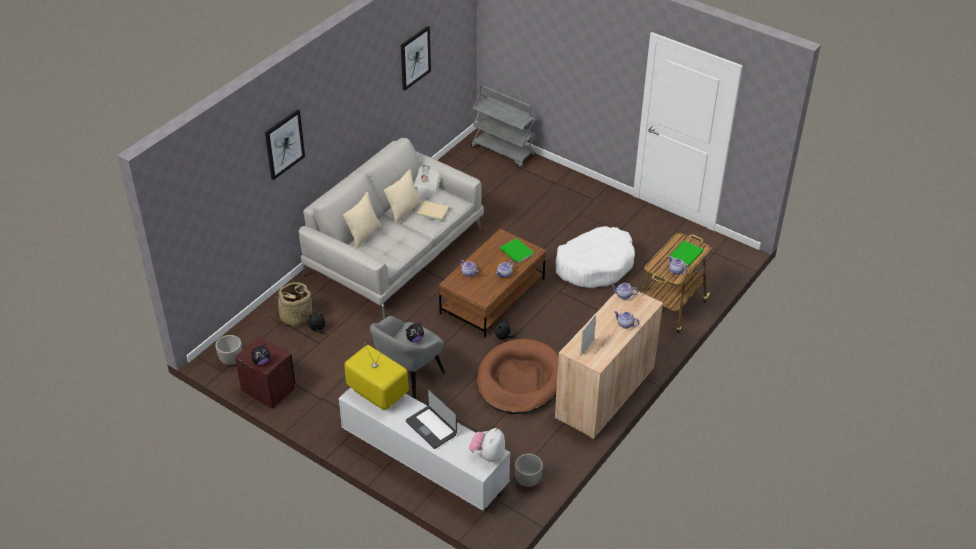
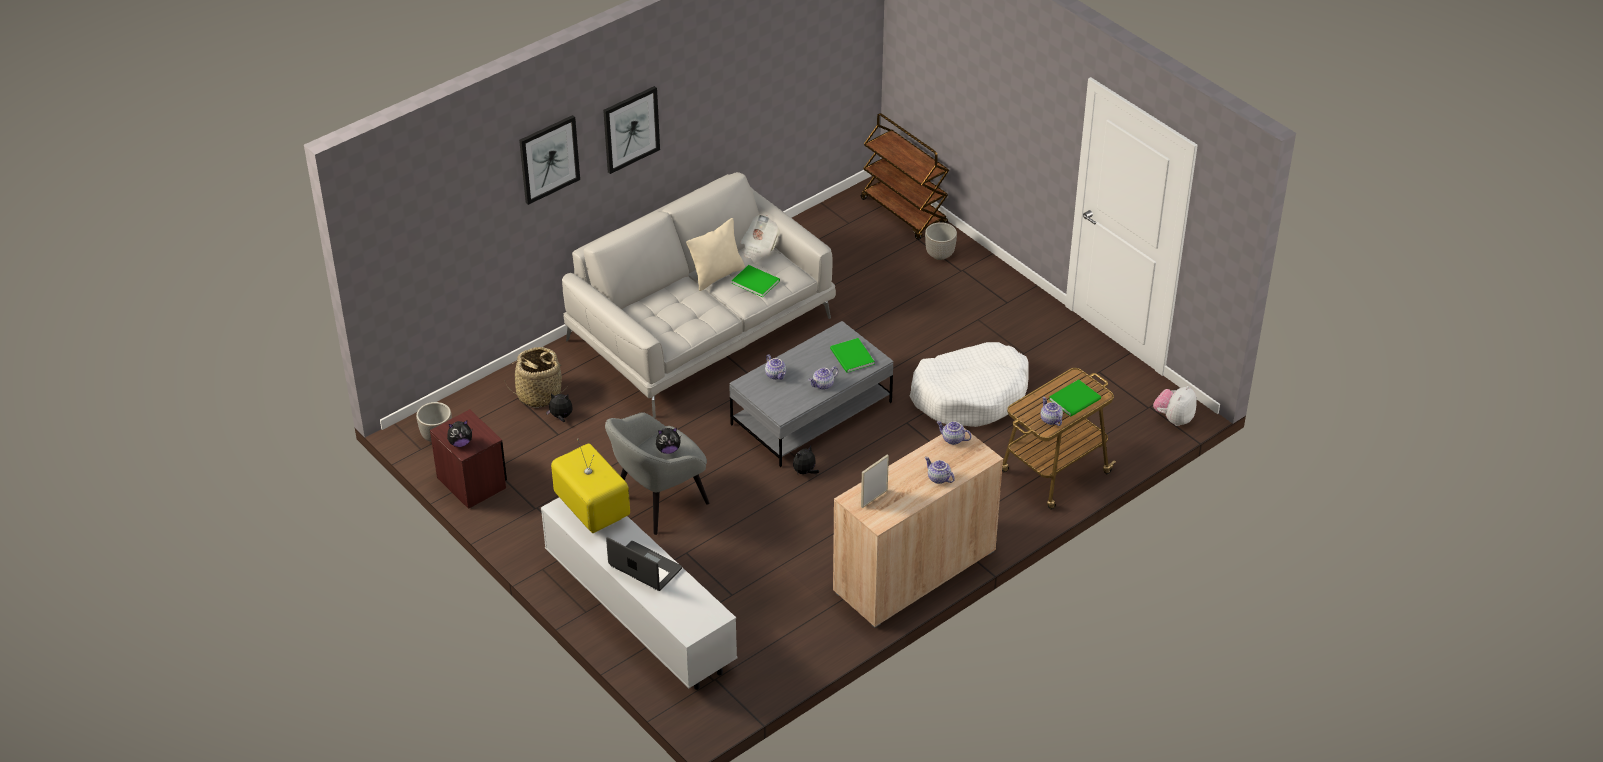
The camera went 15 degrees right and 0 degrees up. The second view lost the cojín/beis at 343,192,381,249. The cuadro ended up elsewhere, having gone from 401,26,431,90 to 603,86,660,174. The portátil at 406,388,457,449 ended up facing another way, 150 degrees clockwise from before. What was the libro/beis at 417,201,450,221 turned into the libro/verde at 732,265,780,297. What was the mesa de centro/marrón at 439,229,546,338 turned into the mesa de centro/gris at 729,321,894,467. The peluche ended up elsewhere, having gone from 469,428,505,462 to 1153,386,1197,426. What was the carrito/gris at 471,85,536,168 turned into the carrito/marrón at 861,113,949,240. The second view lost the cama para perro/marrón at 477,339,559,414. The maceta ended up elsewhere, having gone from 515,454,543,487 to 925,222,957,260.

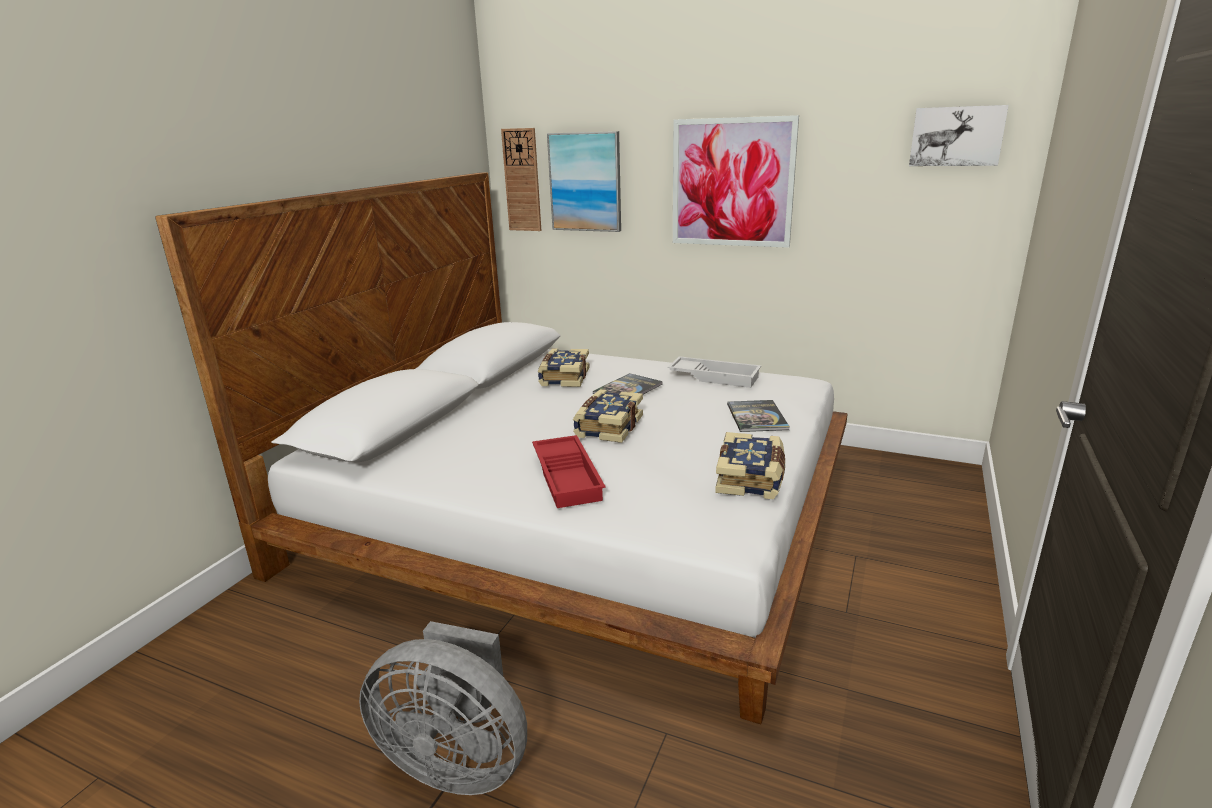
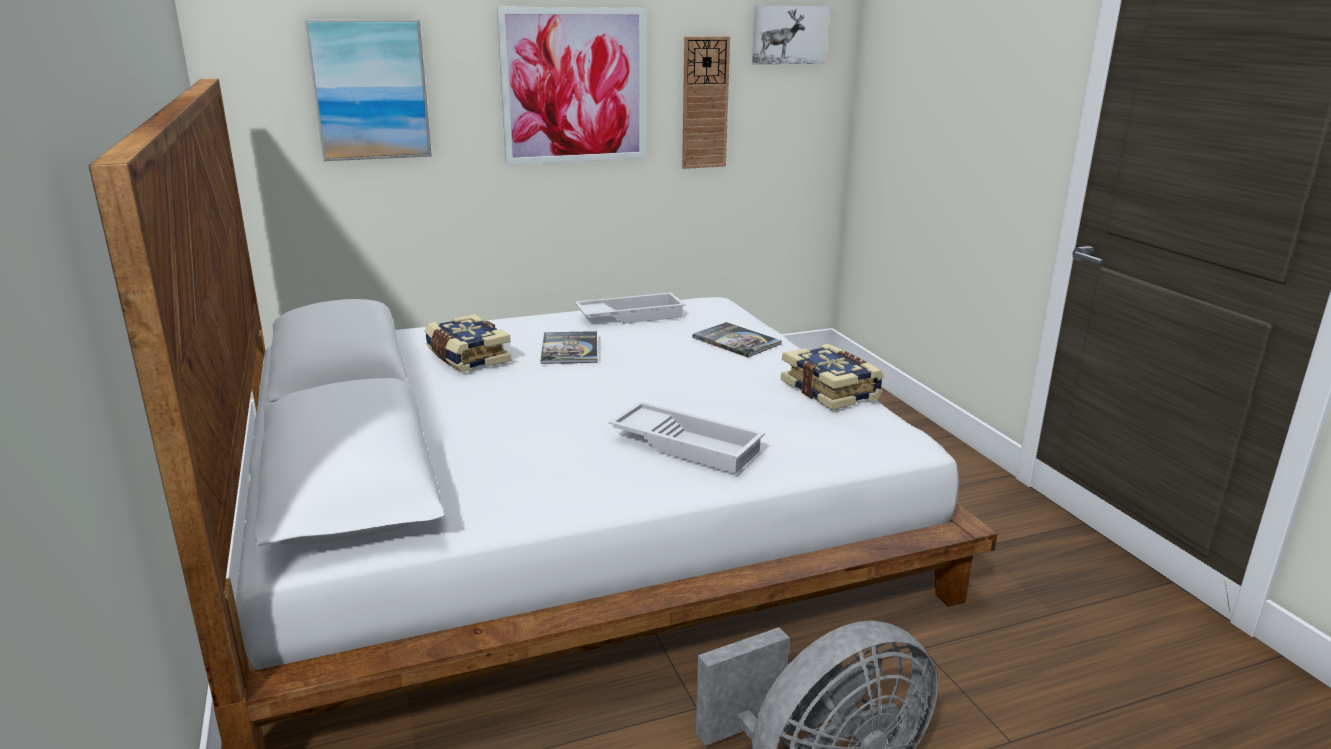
The camera went 45 degrees left and 0 degrees up. The reloj de pared ended up elsewhere, having gone from 501,128,541,231 to 682,36,730,169. What was the bandeja/rojo at 532,435,606,508 turned into the bandeja/blanco at 609,401,765,474. The second view lost the libro at 573,389,643,443.

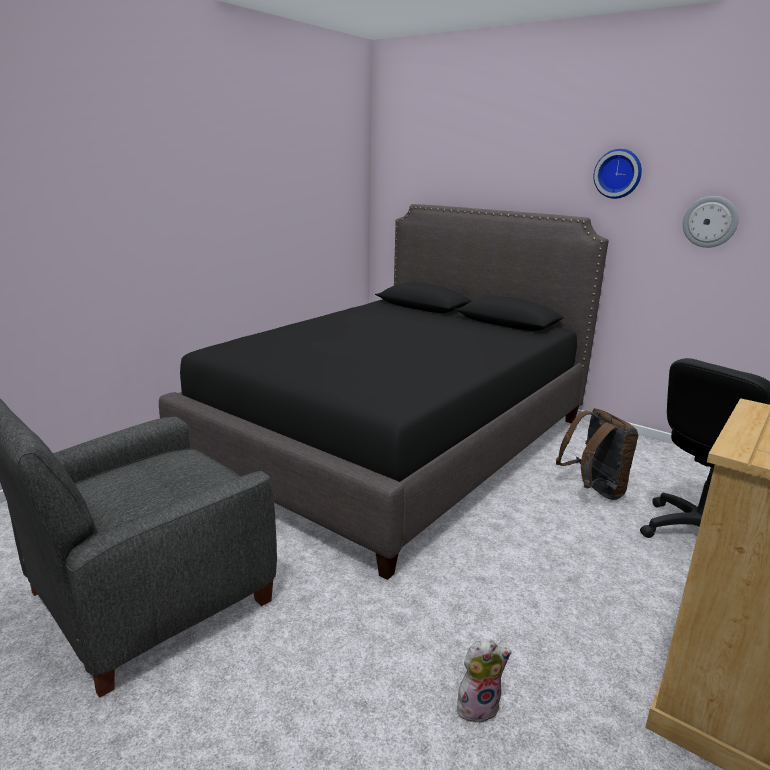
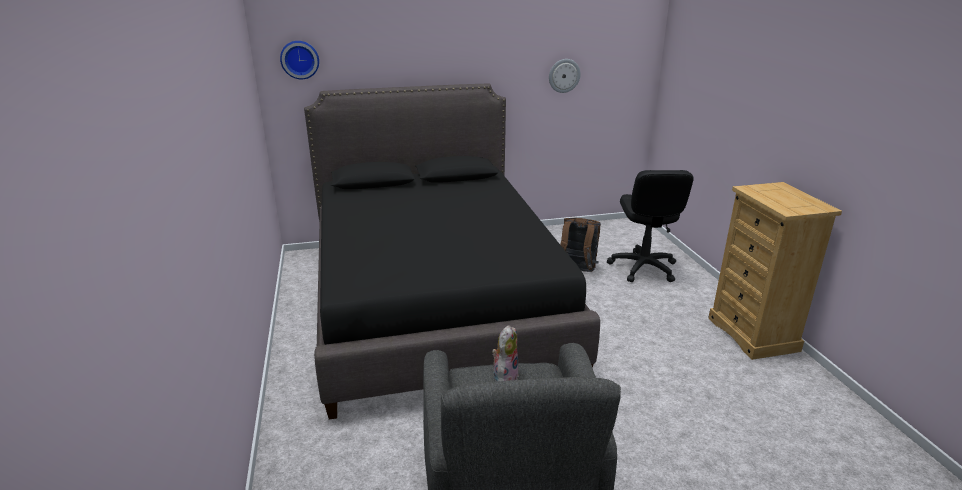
The camera went 50 degrees left and 5 degrees up. The peluche ended up elsewhere, having gone from 457,639,512,725 to 492,325,519,382. The reloj de pared ended up elsewhere, having gone from 594,149,642,199 to 280,41,319,79.

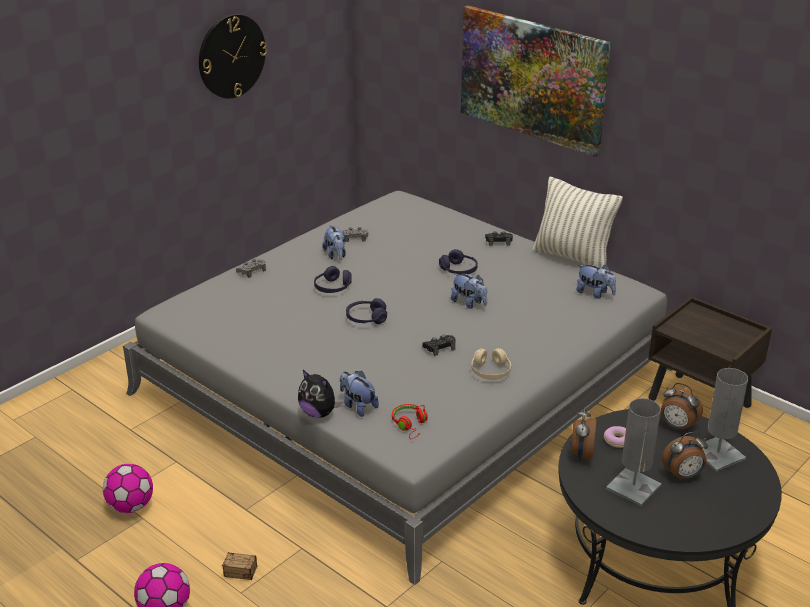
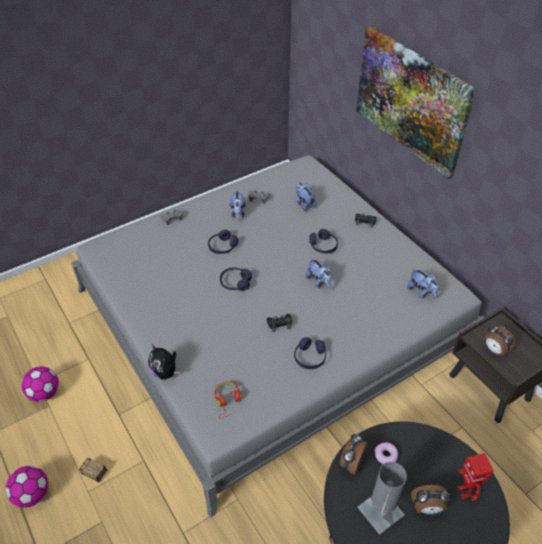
The camera went 15 degrees right and 15 degrees up. The second view lost the reloj de pared at 199,14,267,99. The peluche ended up elsewhere, having gone from 340,371,379,417 to 296,183,317,212. What was the auriculares/beis at 471,348,512,380 turned into the auriculares/morado at 294,337,326,369. The second view lost the cojín at 532,176,623,268. The despertador ended up elsewhere, having gone from 661,383,703,431 to 484,325,516,356. Where the lámpara de mesa/gris stood at 703,368,748,472, the robot de juguete came to stand at 457,453,494,501.

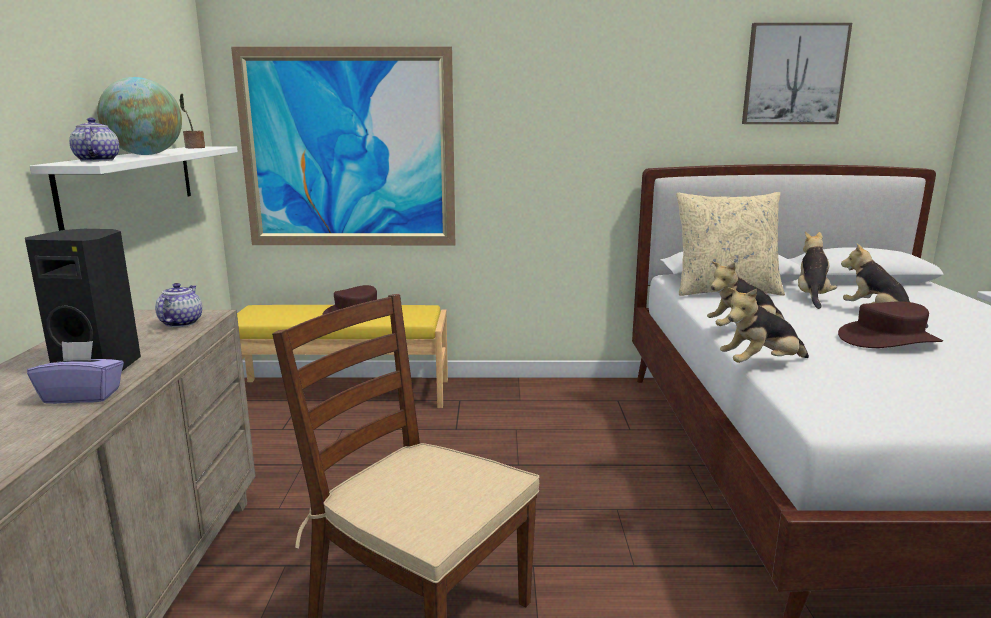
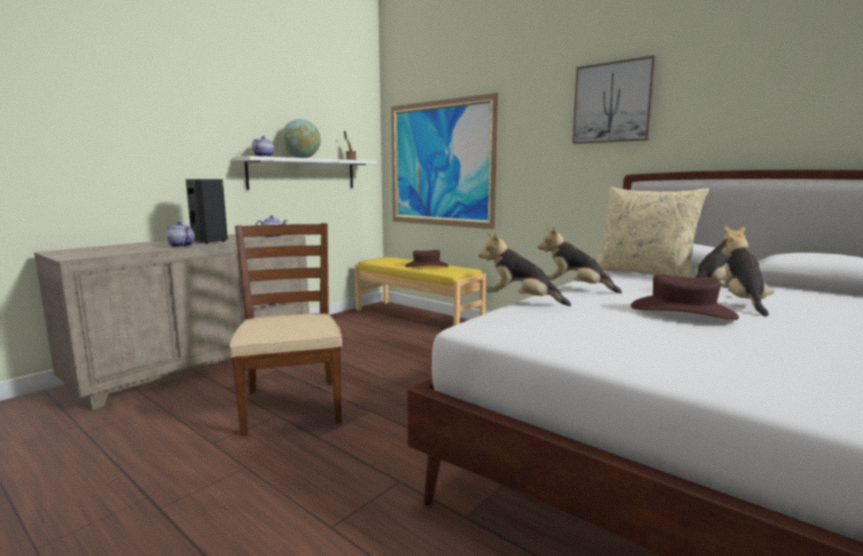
The camera went 40 degrees right and 5 degrees down. Where the caja de pañuelos/morado stood at 27,341,124,404, the tetera came to stand at 167,222,195,247. The cuadro ended up elsewhere, having gone from 742,23,852,124 to 572,55,656,144.

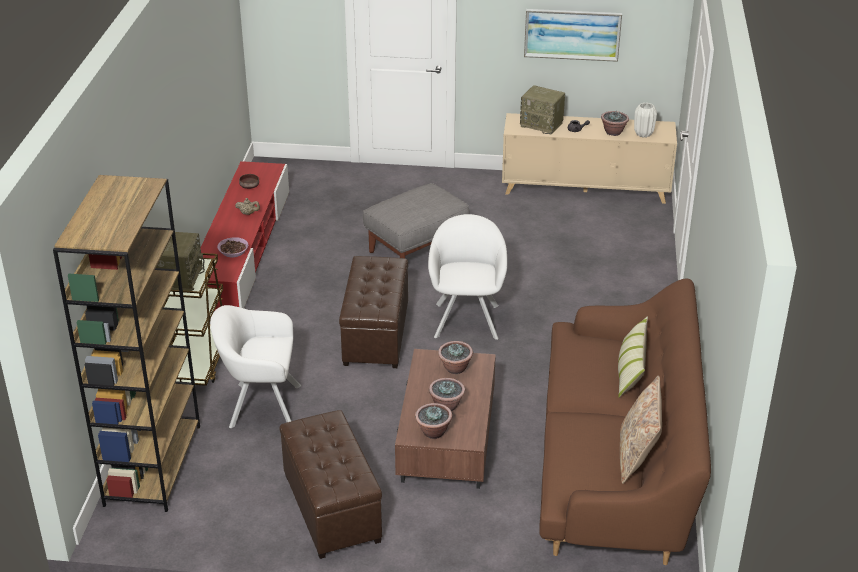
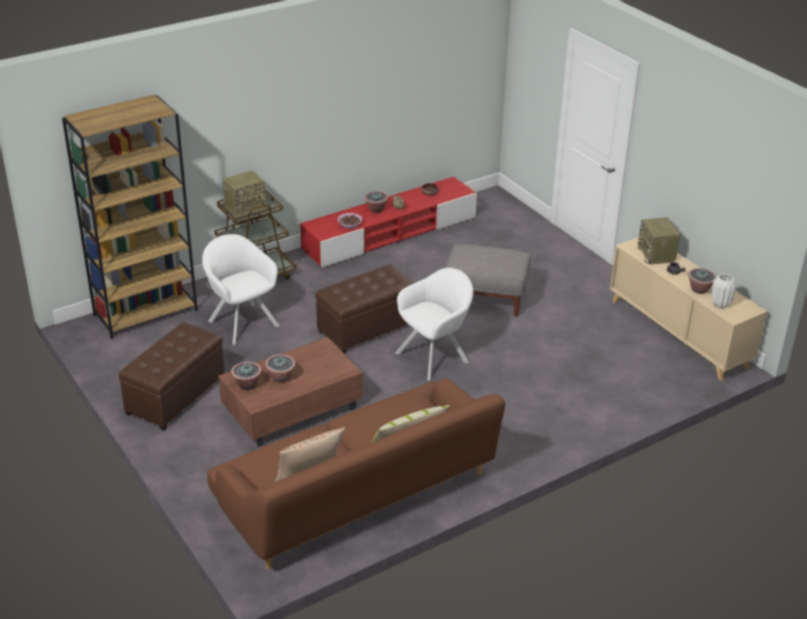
The camera went 50 degrees right and 0 degrees up. The planta en maceta ended up elsewhere, having gone from 438,341,473,374 to 364,191,388,213. The second view lost the cuadro at 524,9,622,62.

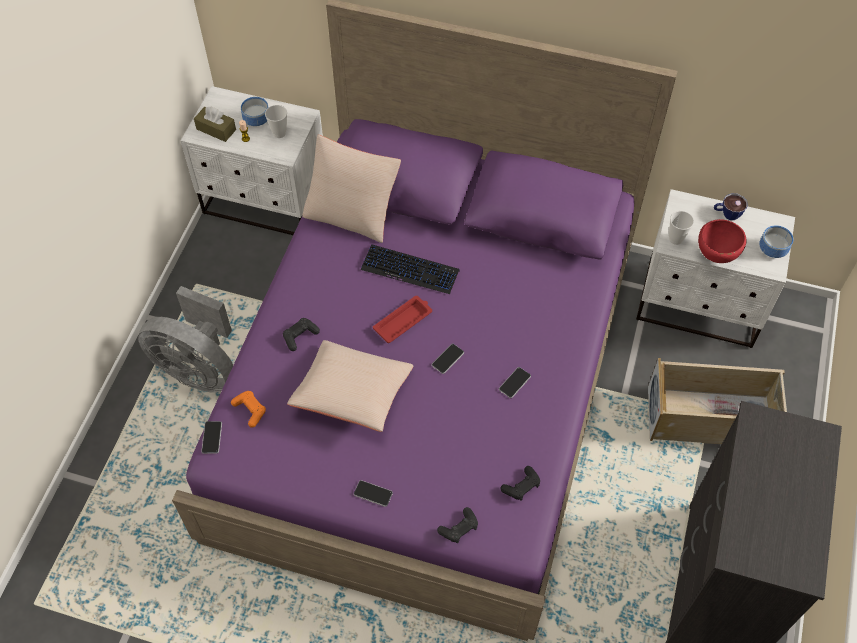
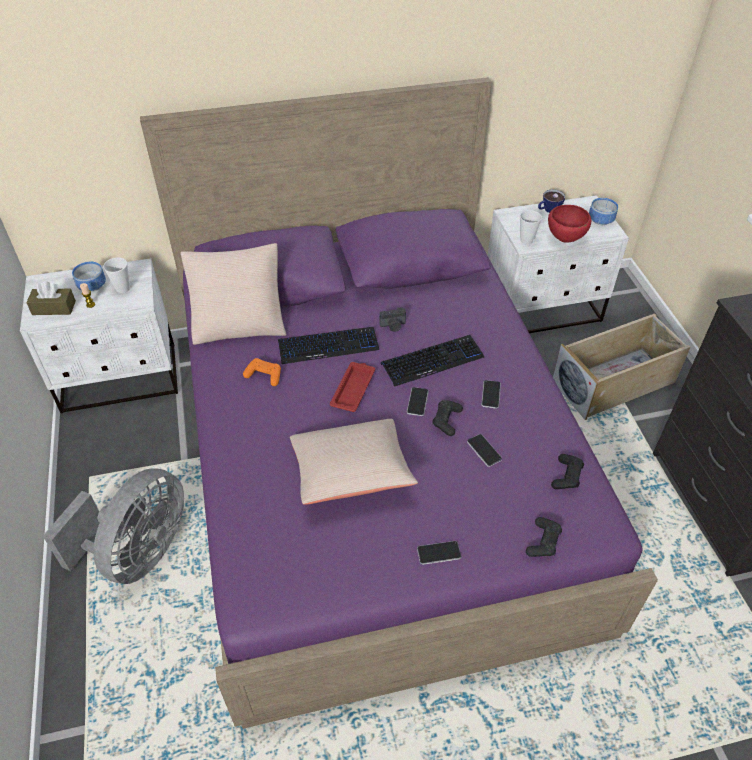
The camera went 30 degrees left and 10 degrees down. The ventilador/gris at 138,286,233,393 ended up facing another way, 60 degrees counterclockwise from before. The móvil ended up elsewhere, having gone from 201,421,222,454 to 467,434,502,467. The mando de consola/naranja ended up elsewhere, having gone from 231,391,266,428 to 243,358,281,386. The mando de consola/negro ended up elsewhere, having gone from 283,318,320,351 to 432,400,463,436. The second view gained the cámara at 380,308,406,332. The second view gained the teclado at 381,335,484,387.

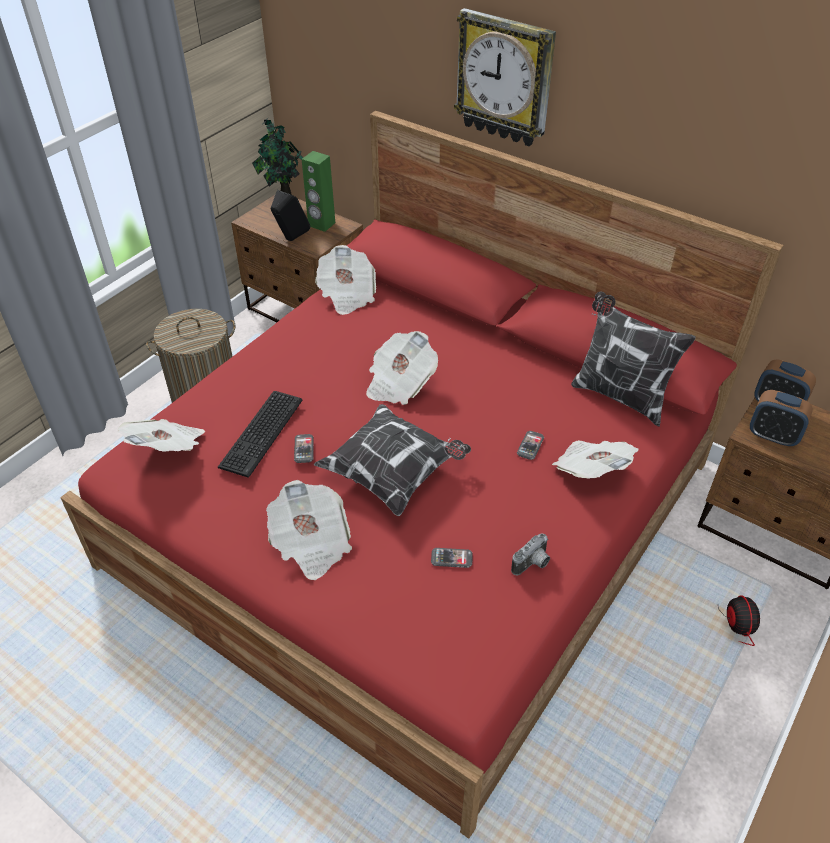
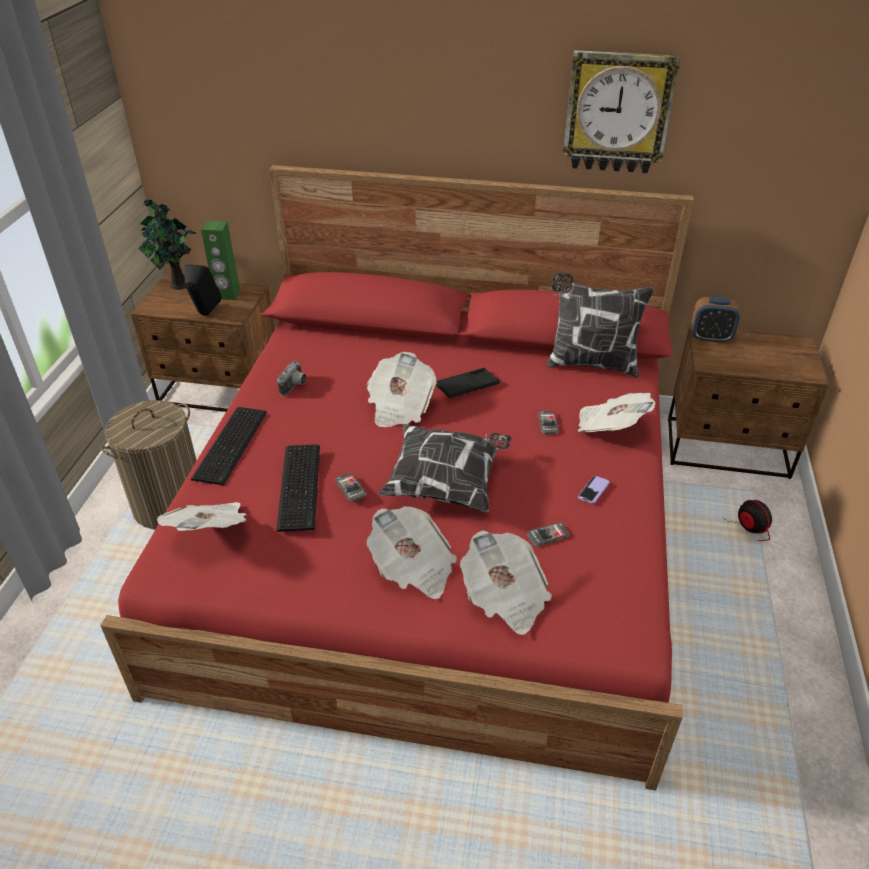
The camera went 25 degrees left and 5 degrees down. The periódico ended up elsewhere, having gone from 315,245,376,315 to 460,530,552,635. The reloj de pared ended up elsewhere, having gone from 454,8,556,146 to 563,50,680,173. The cámara ended up elsewhere, having gone from 511,534,550,575 to 277,360,306,396. The second view lost the despertador at 750,390,813,447. The second view gained the teclado at 191,407,267,485. The second view gained the bandeja/negro at 436,368,500,398. The second view gained the móvil at 578,476,609,504.

